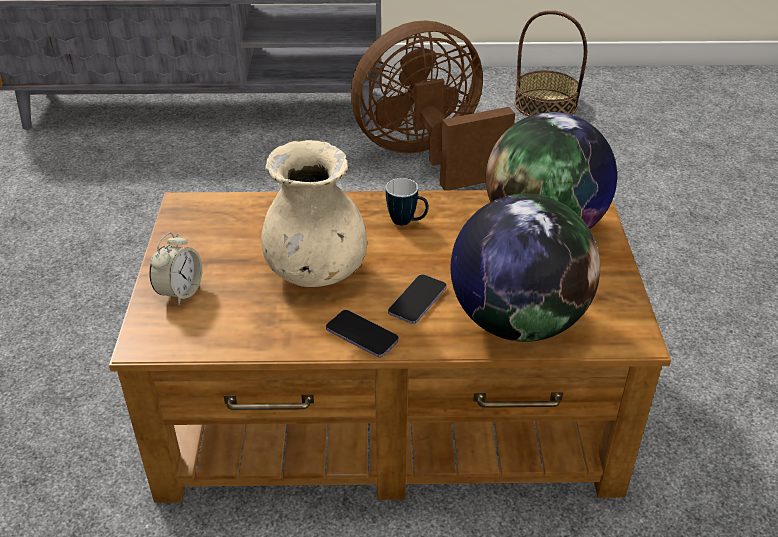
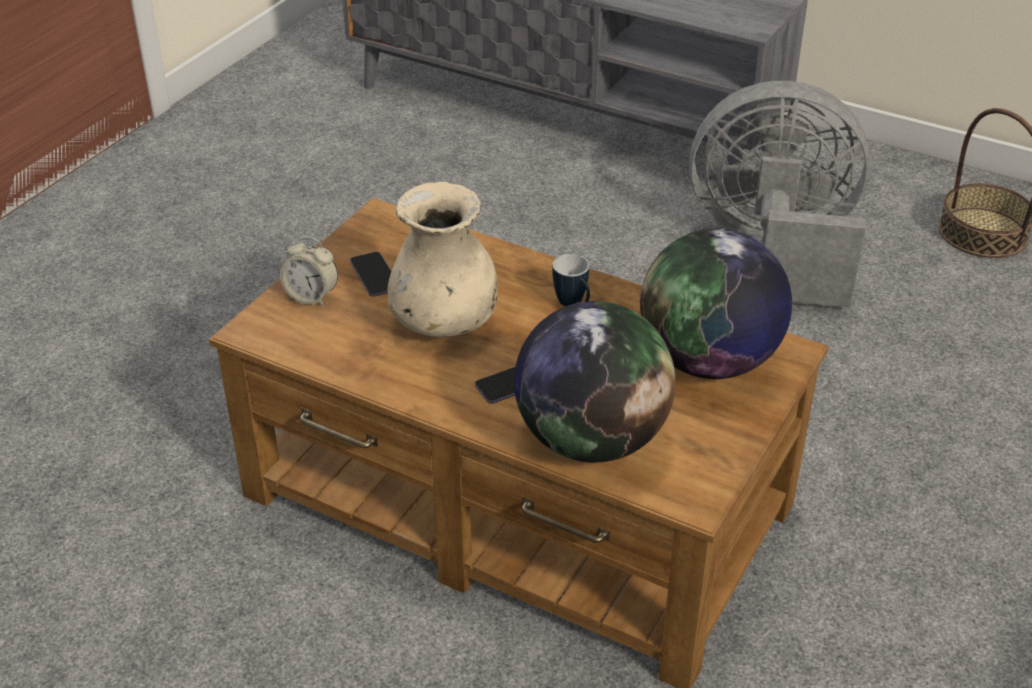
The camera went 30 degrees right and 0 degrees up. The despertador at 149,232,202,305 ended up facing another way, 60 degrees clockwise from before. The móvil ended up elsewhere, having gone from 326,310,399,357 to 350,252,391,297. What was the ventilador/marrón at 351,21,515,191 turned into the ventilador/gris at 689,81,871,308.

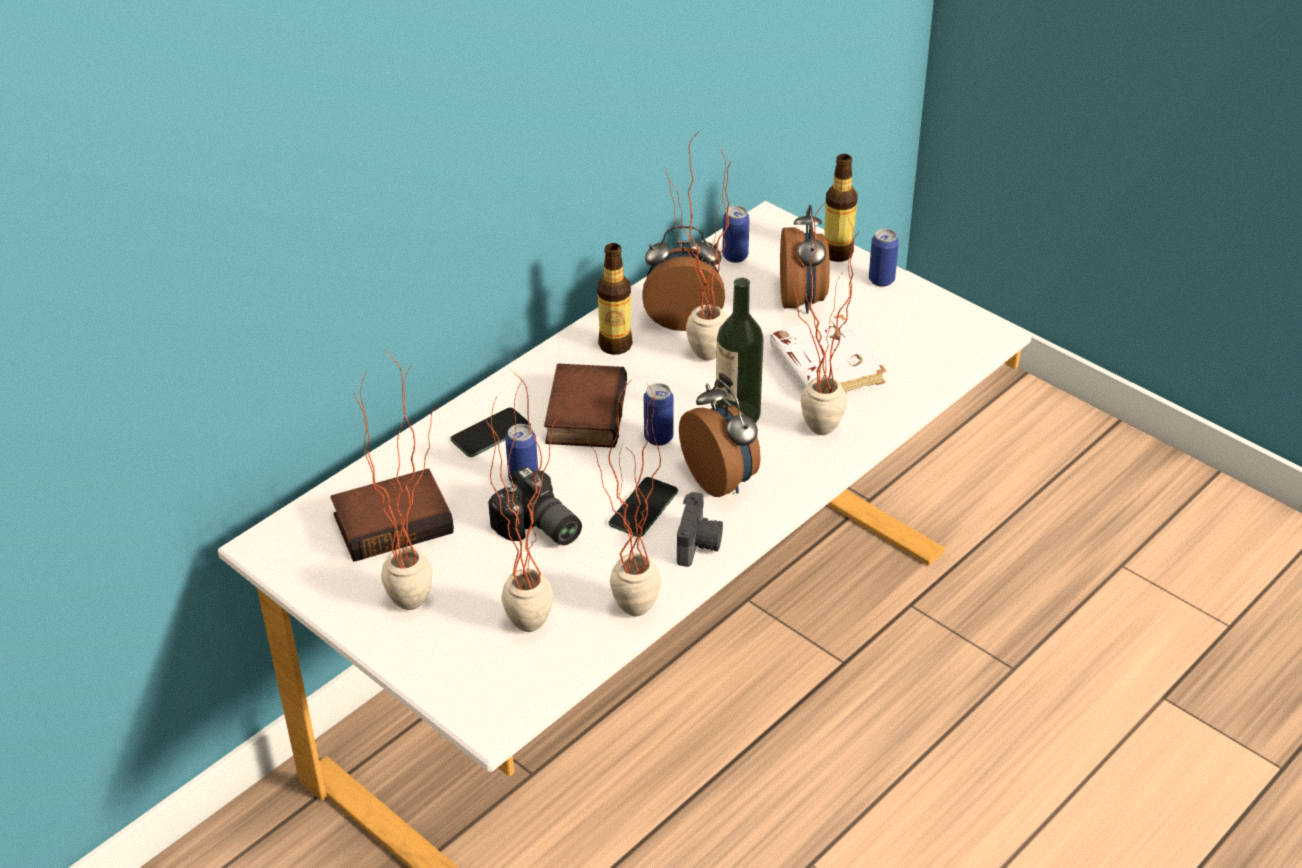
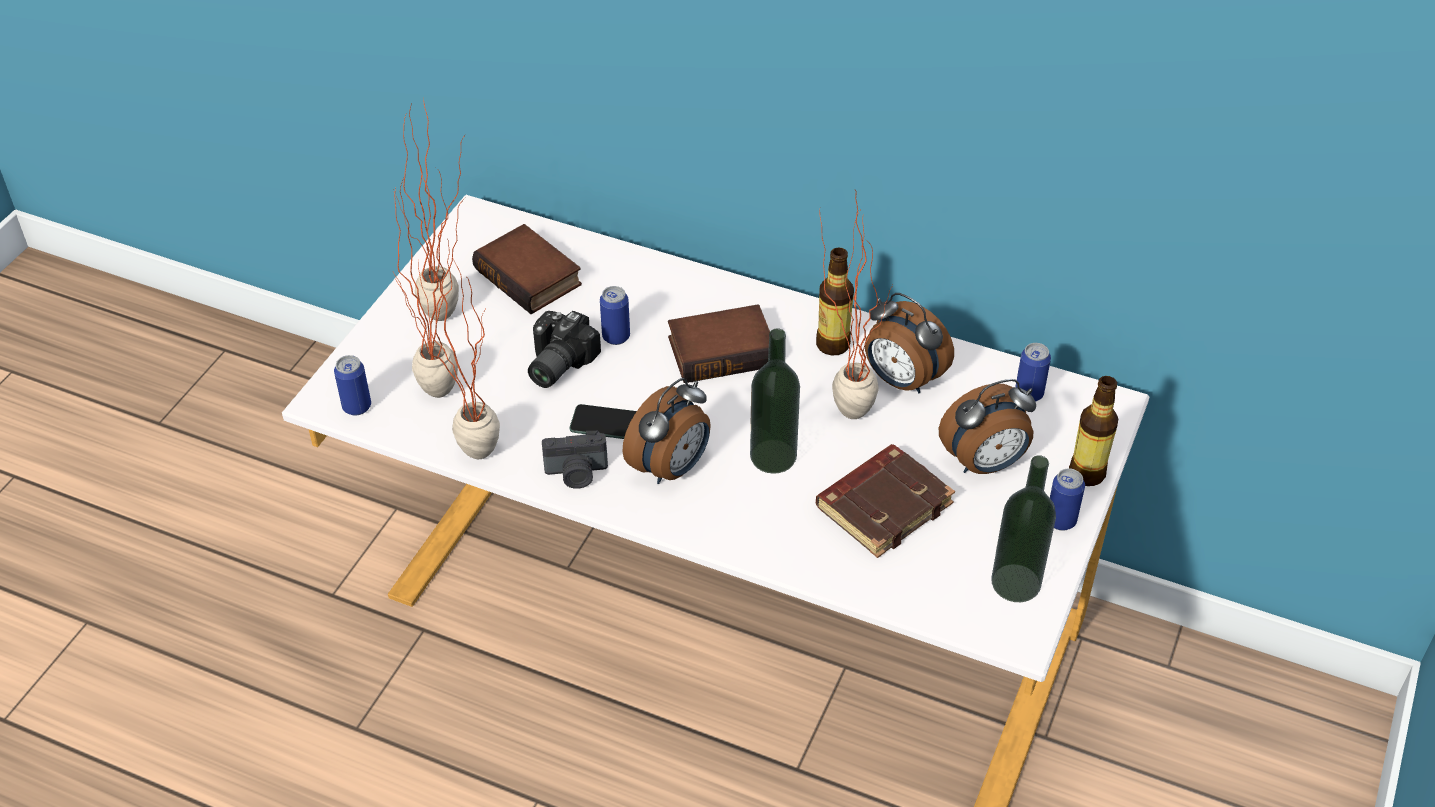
The camera went 70 degrees right and 5 degrees up. The second view lost the móvil at 450,407,531,457. The despertador at 642,226,725,331 ended up facing another way, 150 degrees clockwise from before. The lata ended up elsewhere, having gone from 644,383,674,446 to 334,355,371,416. What was the libro/blanco at 770,314,886,393 turned into the libro/marrón at 816,444,955,558. The second view lost the planta en maceta at 787,201,859,435. The second view gained the botella at 991,455,1056,602.

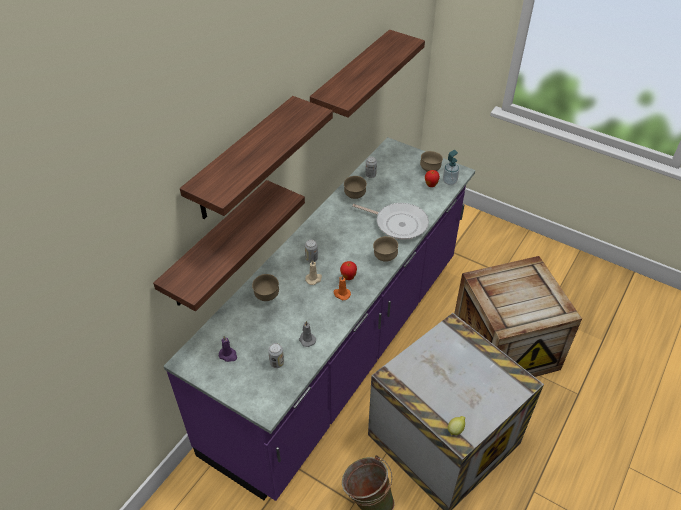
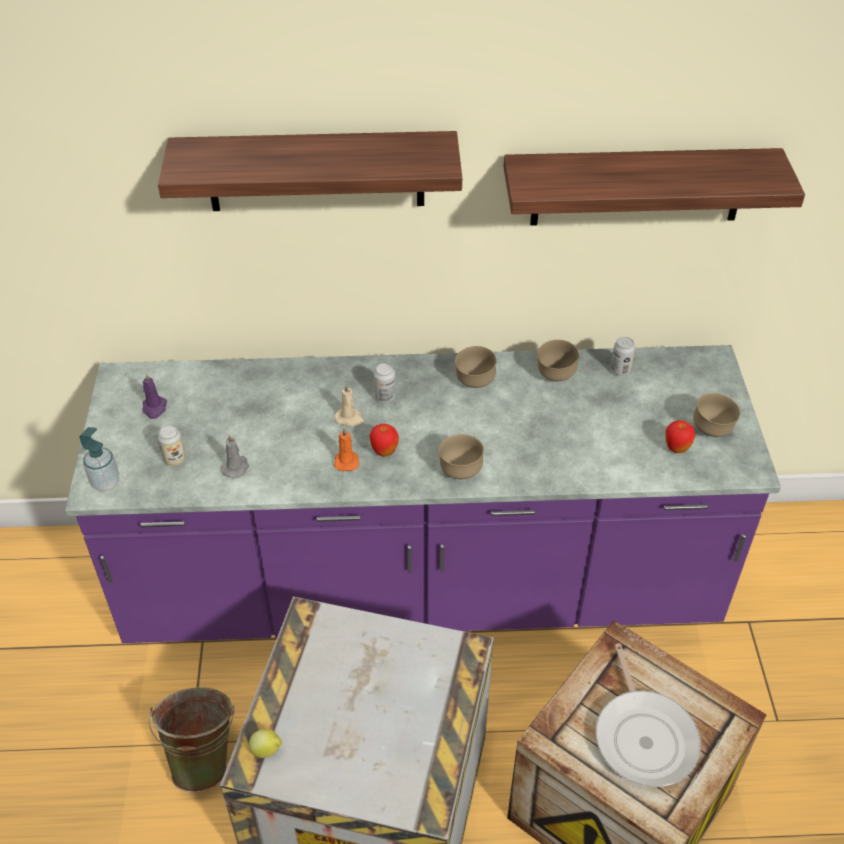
The camera went 55 degrees right and 0 degrees up. The second view lost the estante at 153,180,305,311. The cuenco/marrón ended up elsewhere, having gone from 252,274,279,301 to 455,346,497,388. The sartén ended up elsewhere, having gone from 352,203,429,240 to 596,644,701,787. The dispensador de jabón ended up elsewhere, having gone from 443,150,459,185 to 79,427,119,491.

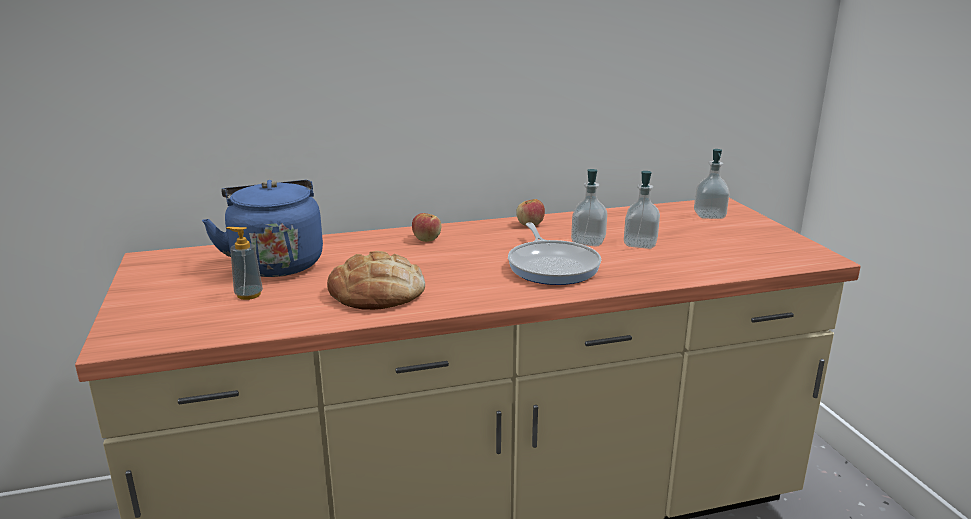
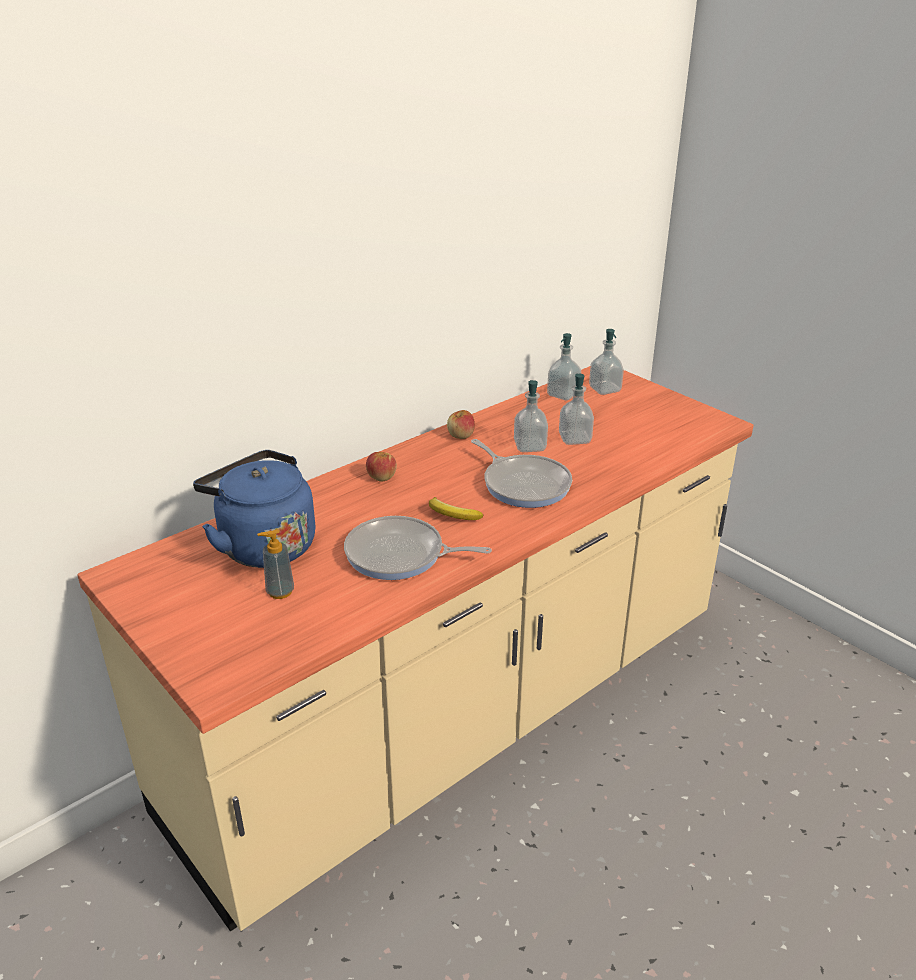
The camera went 25 degrees left and 10 degrees up. Where the pan stood at 327,251,425,310, the sartén came to stand at 344,516,492,580. The second view gained the plátano at 429,497,483,520. The second view gained the dispensador de jabón at 547,333,581,400.

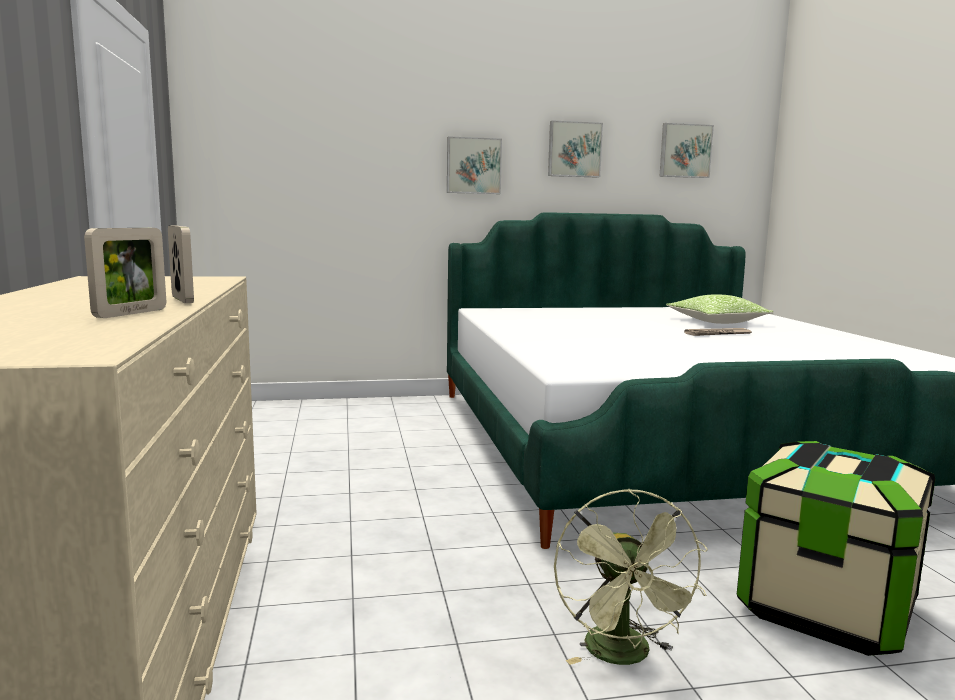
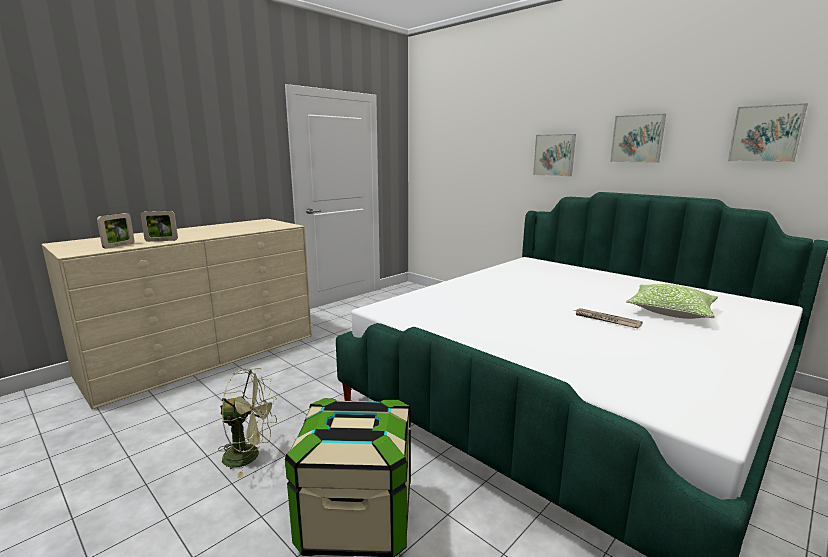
The camera went 55 degrees right and 5 degrees up. The portarretratos ended up elsewhere, having gone from 168,226,194,303 to 97,213,135,249. The ventilador/verde at 554,489,708,665 ended up facing another way, 135 degrees counterclockwise from before.

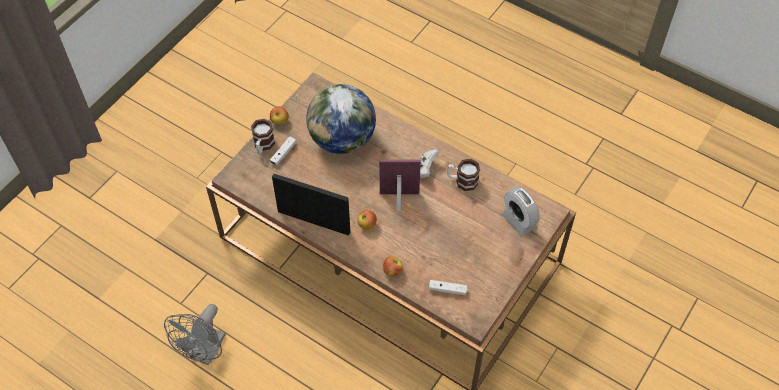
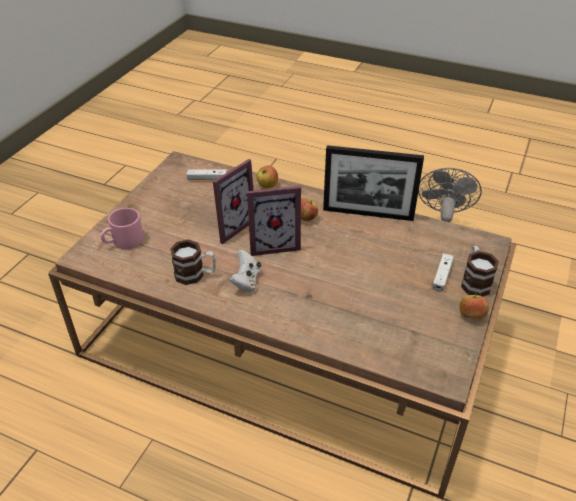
The camera went 170 degrees right and 15 degrees down. The second view lost the globo terráqueo at 306,84,376,154. Where the despertador stood at 502,187,540,236, the taza grande/rosa came to stand at 101,208,144,249. The second view gained the portarretratos at 213,159,254,244.

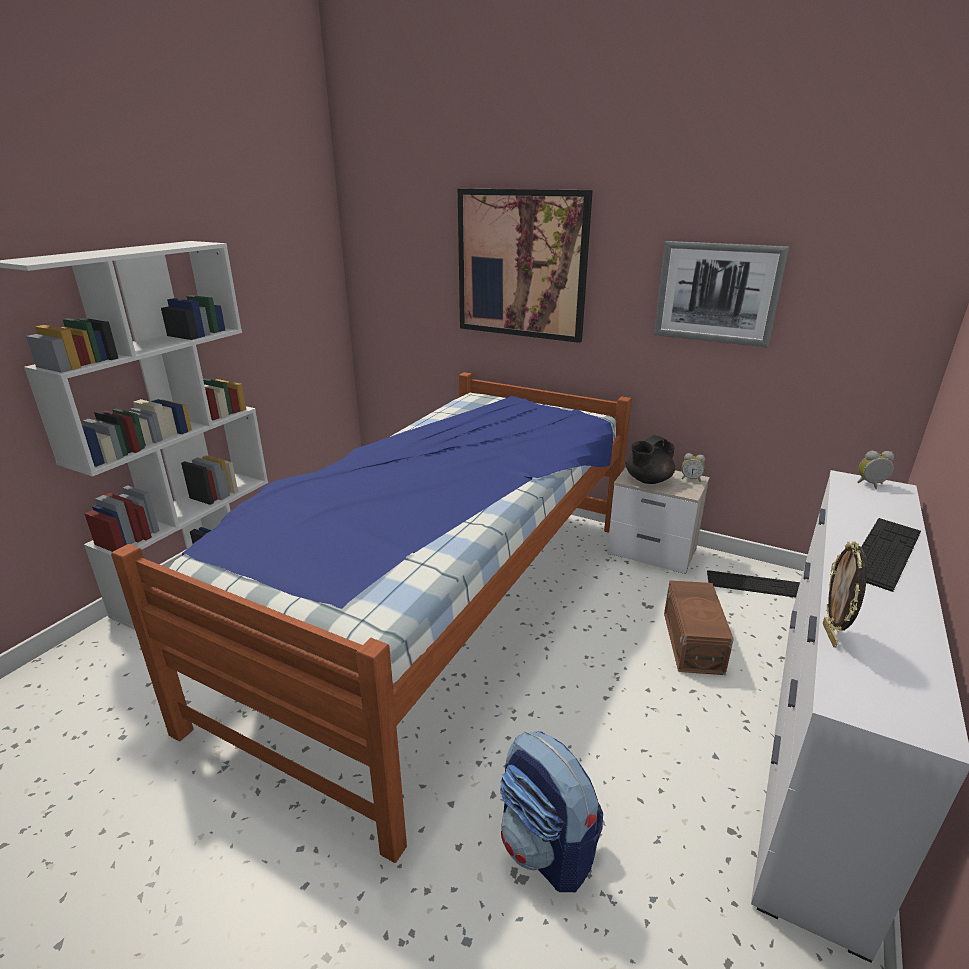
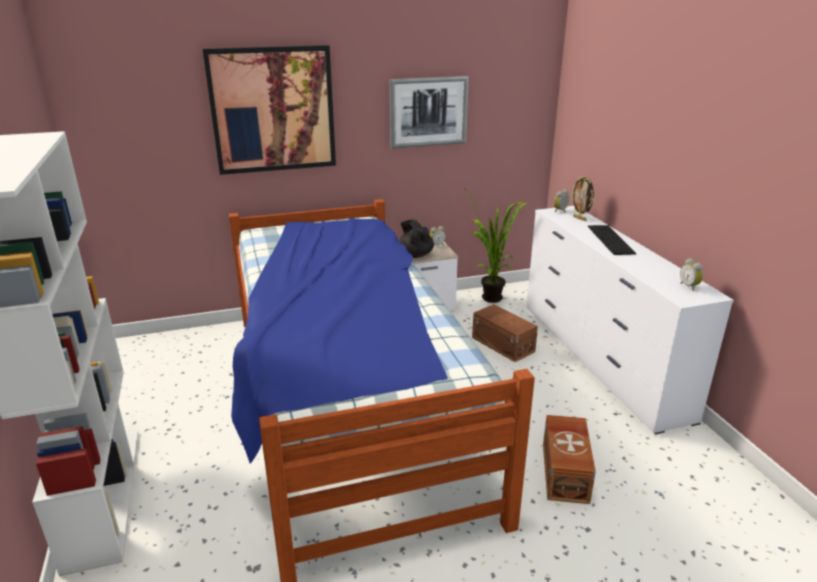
The camera went 45 degrees left and 0 degrees up. Where the mochila stood at 500,731,603,892, the caja de almacenaje/marrón came to stand at 543,415,596,504. The tetera/negro at 626,435,675,484 ended up facing another way, 150 degrees clockwise from before. Where the teclado stood at 707,570,800,598, the planta en maceta came to stand at 465,189,528,303. The portarretratos ended up elsewhere, having gone from 823,541,867,648 to 571,176,594,221. The second view gained the despertador at 680,258,703,291.

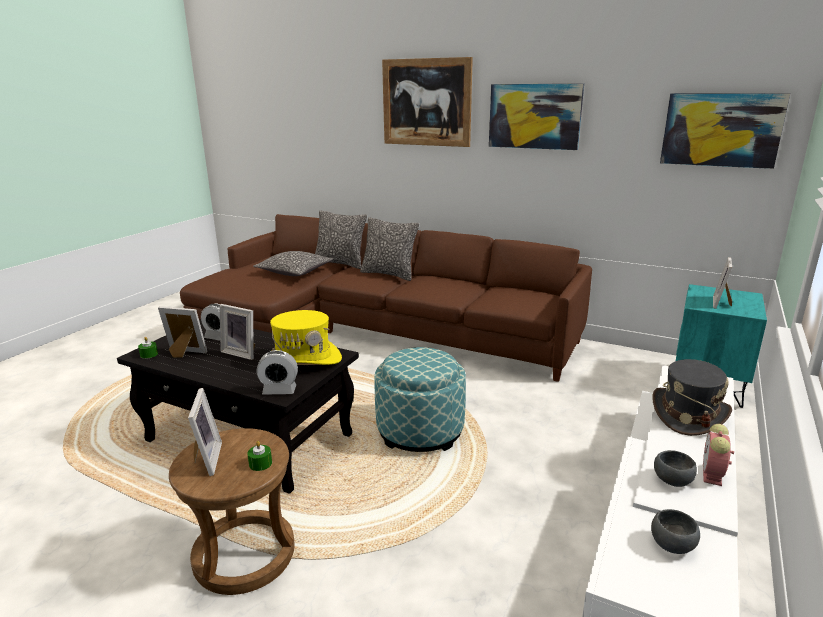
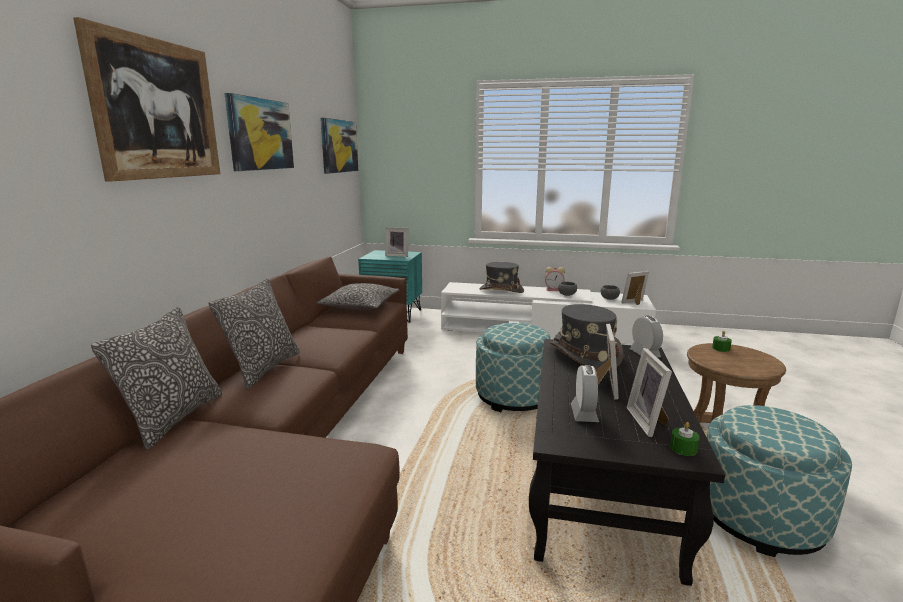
The camera went 105 degrees left and 5 degrees down. The portarretratos ended up elsewhere, having gone from 188,388,222,476 to 621,271,649,305. The cojín ended up elsewhere, having gone from 253,251,334,276 to 317,283,399,310. What was the sombrero/amarillo at 270,310,342,365 turned into the sombrero/gris at 550,304,623,371. The second view gained the puf at 707,405,852,557.

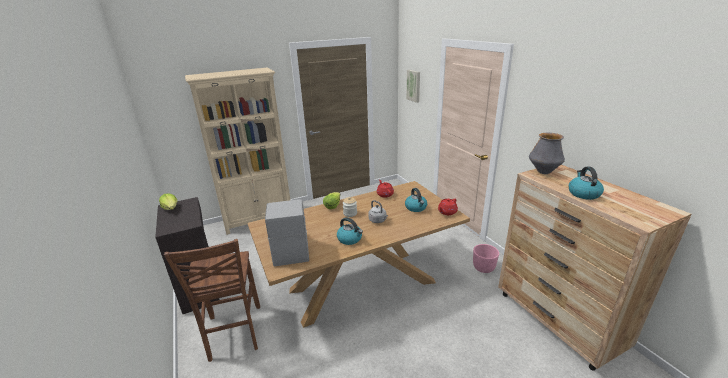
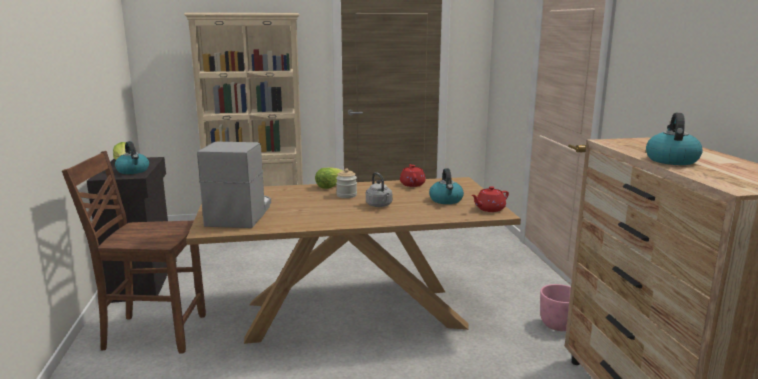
The camera went 15 degrees right and 10 degrees down. The silla/marrón at 164,239,260,362 ended up facing another way, 90 degrees clockwise from before. The hervidor ended up elsewhere, having gone from 337,217,363,245 to 115,141,149,174. The second view lost the cuadro at 406,70,420,103. The second view lost the florero at 529,133,565,174.

